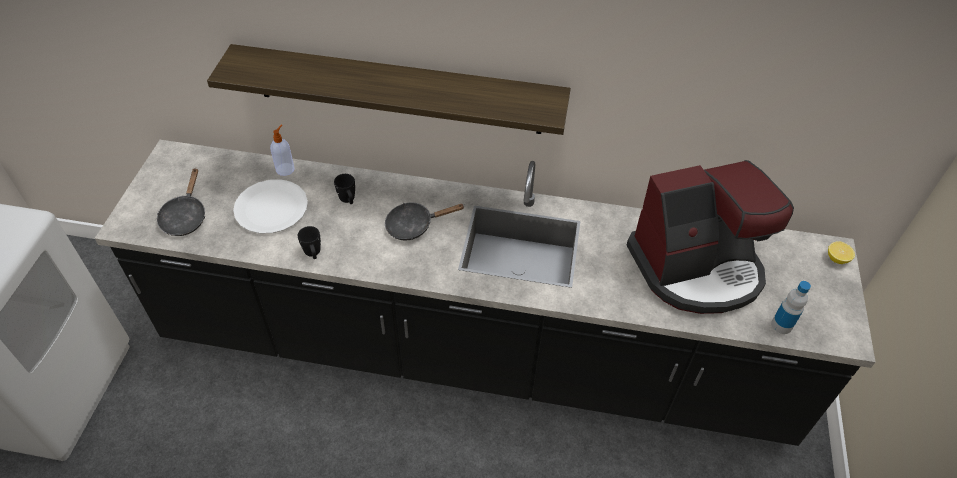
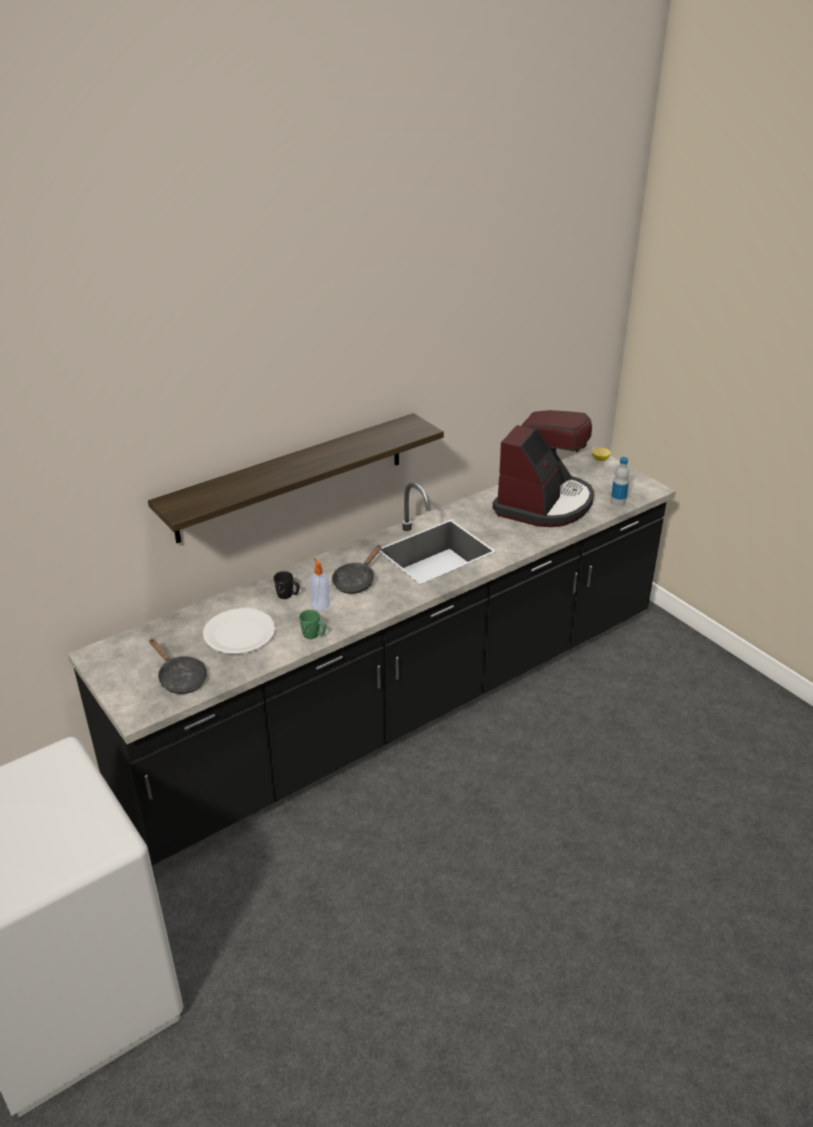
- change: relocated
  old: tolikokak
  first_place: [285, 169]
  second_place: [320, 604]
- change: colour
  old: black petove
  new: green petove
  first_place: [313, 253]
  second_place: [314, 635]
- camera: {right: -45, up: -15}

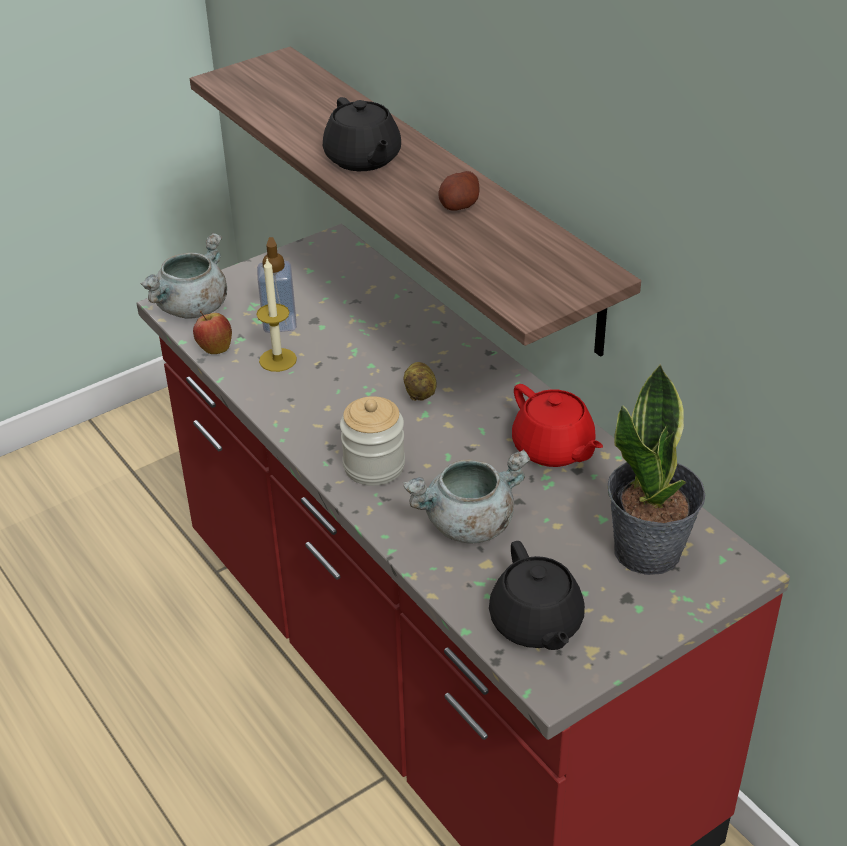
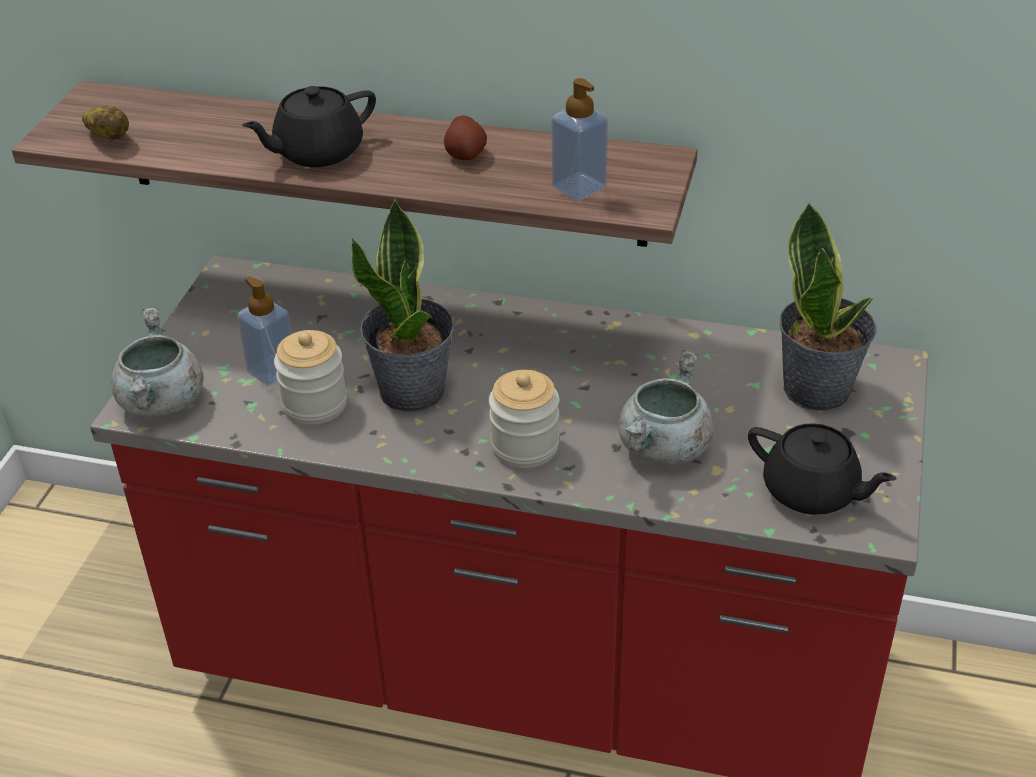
- change: spun
  old: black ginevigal
  first_place: [363, 159]
  second_place: [317, 152]
  degrees: 120
- change: exchanged
  old: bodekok
  new: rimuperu
  first_place: [278, 360]
  second_place: [315, 404]
- change: missing
  old: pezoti
  first_place: [214, 348]
- change: relocated
  old: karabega
  first_place: [421, 393]
  second_place: [109, 138]
- change: missing
  old: red ginevigal
  first_place: [553, 449]
- change: appeared
  new: tolikokak
  second_place: [579, 187]
- change: appeared
  new: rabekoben
  second_place: [413, 390]
- camera: {right: -40, up: 0}

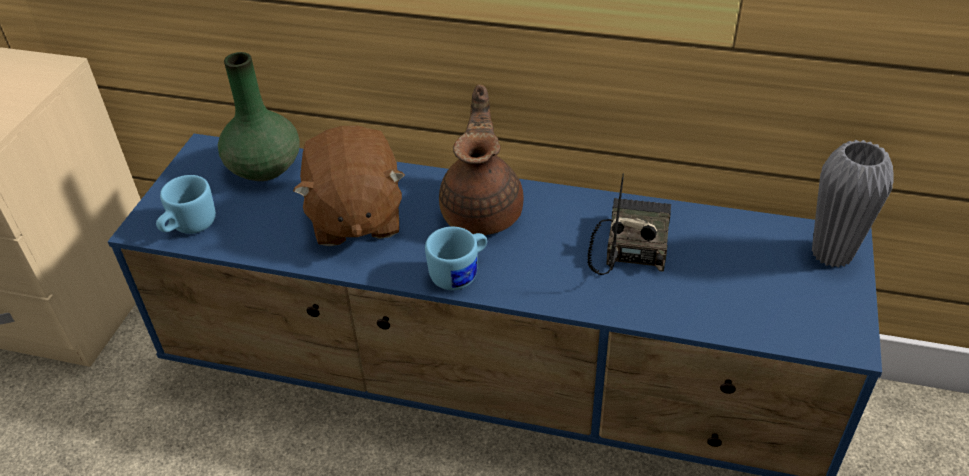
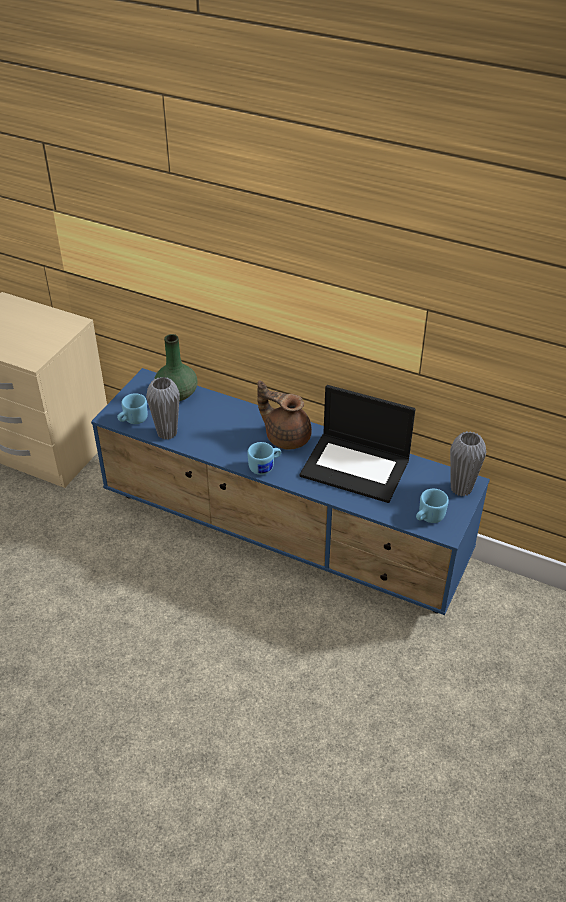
- change: spun
  old: brown ginevigal
  first_place: [483, 211]
  second_place: [286, 436]
  degrees: -75
- change: missing
  old: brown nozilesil
  first_place: [355, 217]
- change: exchanged
  old: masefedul
  new: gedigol
  first_place: [629, 245]
  second_place: [356, 467]
- change: appeared
  new: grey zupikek
  second_place: [167, 433]
- change: appeared
  new: blue petove
  second_place: [428, 517]
- camera: {right: 10, up: 0}

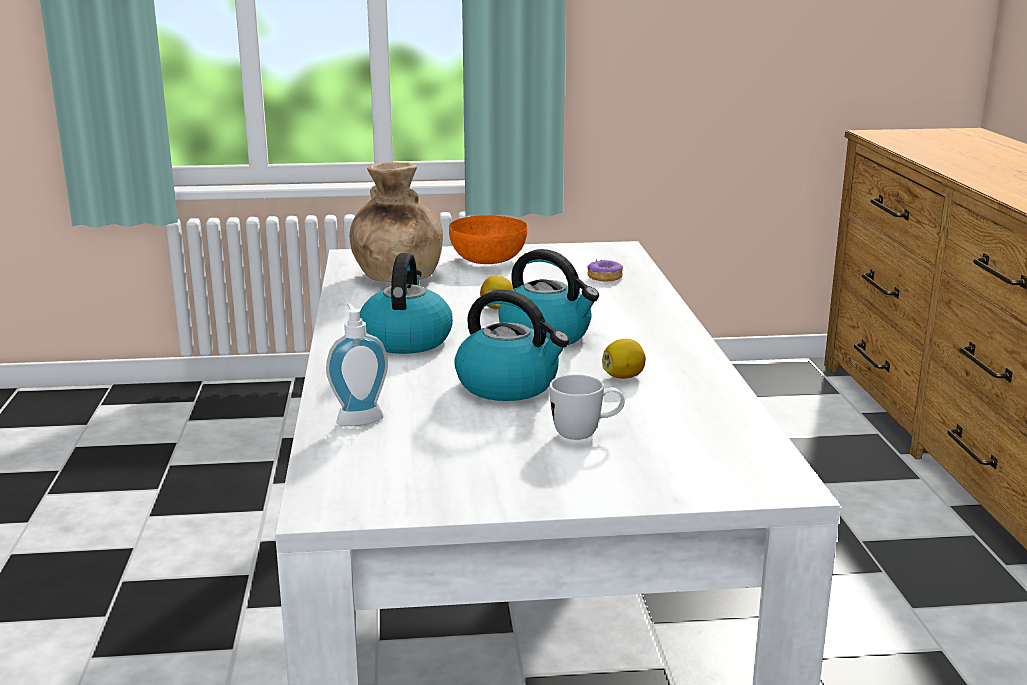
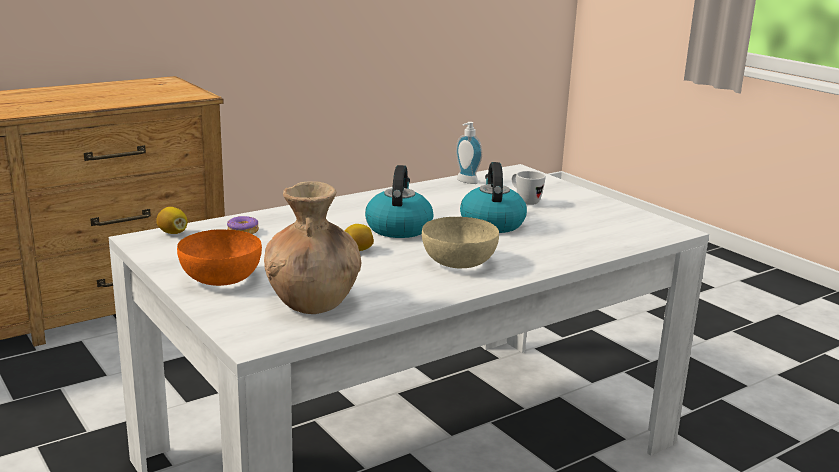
- change: exchanged
  old: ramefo
  new: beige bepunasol
  first_place: [406, 340]
  second_place: [459, 262]
- change: relocated
  old: tolikokak
  first_place: [358, 418]
  second_place: [465, 182]
- change: relocated
  old: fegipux
  first_place: [623, 376]
  second_place: [173, 233]
- camera: {right: -120, up: 0}

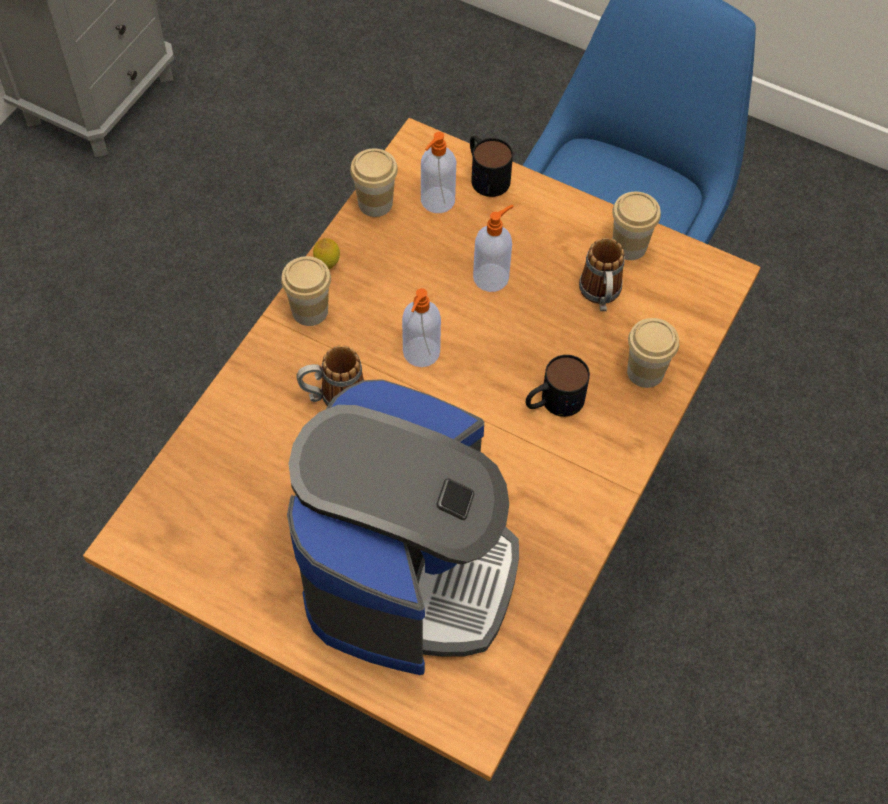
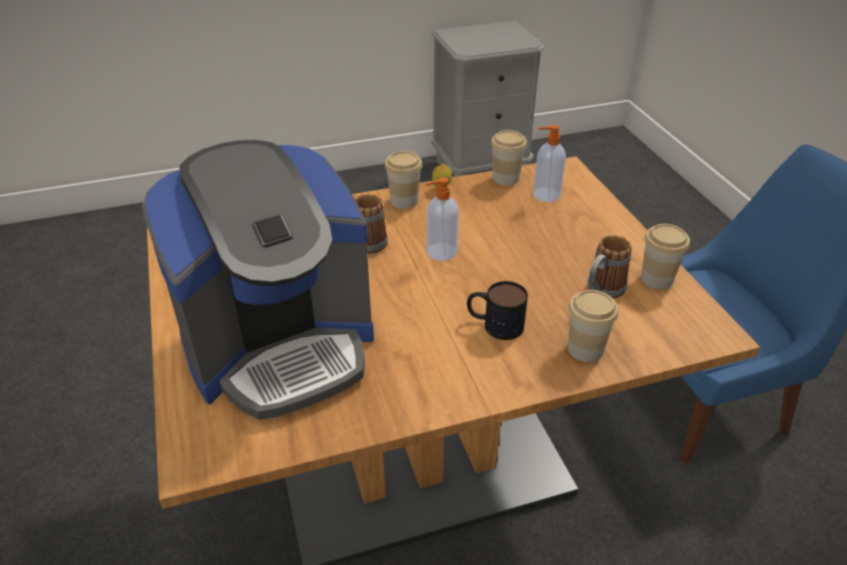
- change: missing
  old: petove
  first_place: [485, 175]
- change: missing
  old: tolikokak
  first_place: [492, 277]
- camera: {right: 45, up: -20}

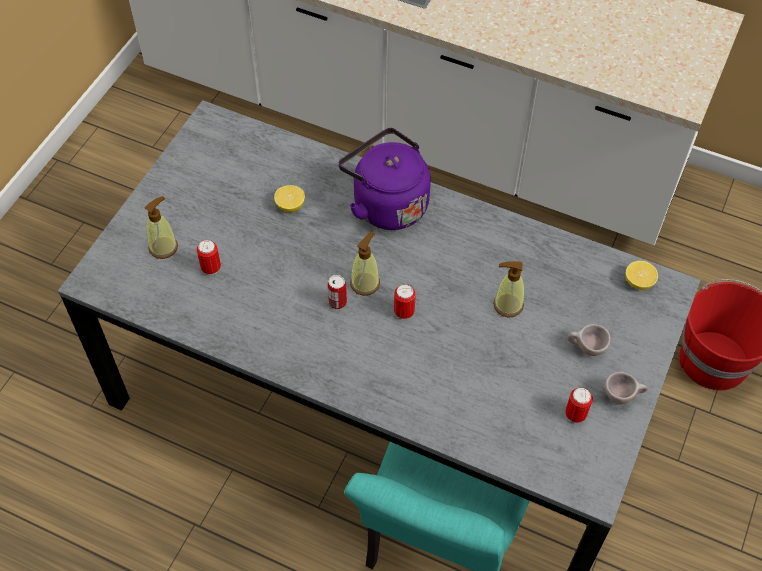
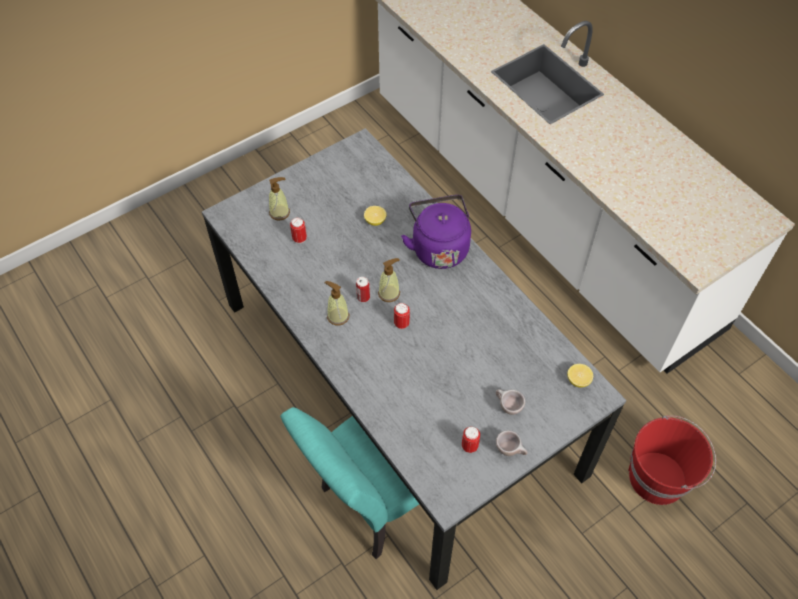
- change: relocated
  old: tolikokak
  first_place: [508, 305]
  second_place: [338, 316]
- camera: {right: 30, up: 0}

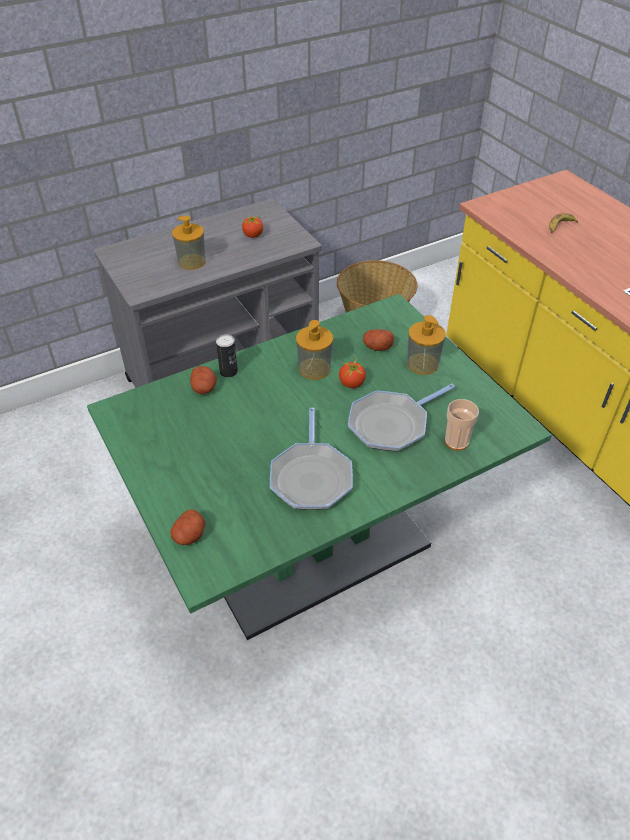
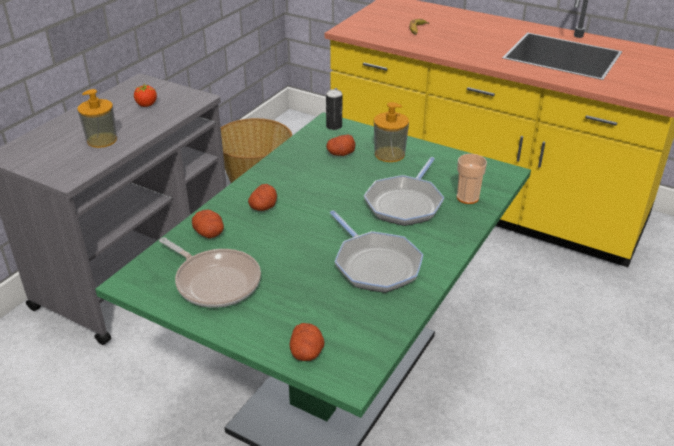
- change: missing
  old: tolikokak
  first_place: [314, 369]
- change: relocated
  old: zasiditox
  first_place: [228, 371]
  second_place: [334, 126]
- change: missing
  old: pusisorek
  first_place: [351, 383]
- change: appeared
  new: karabega
  second_place: [263, 207]
- change: appeared
  new: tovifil
  second_place: [215, 281]
- camera: {right: -30, up: -10}

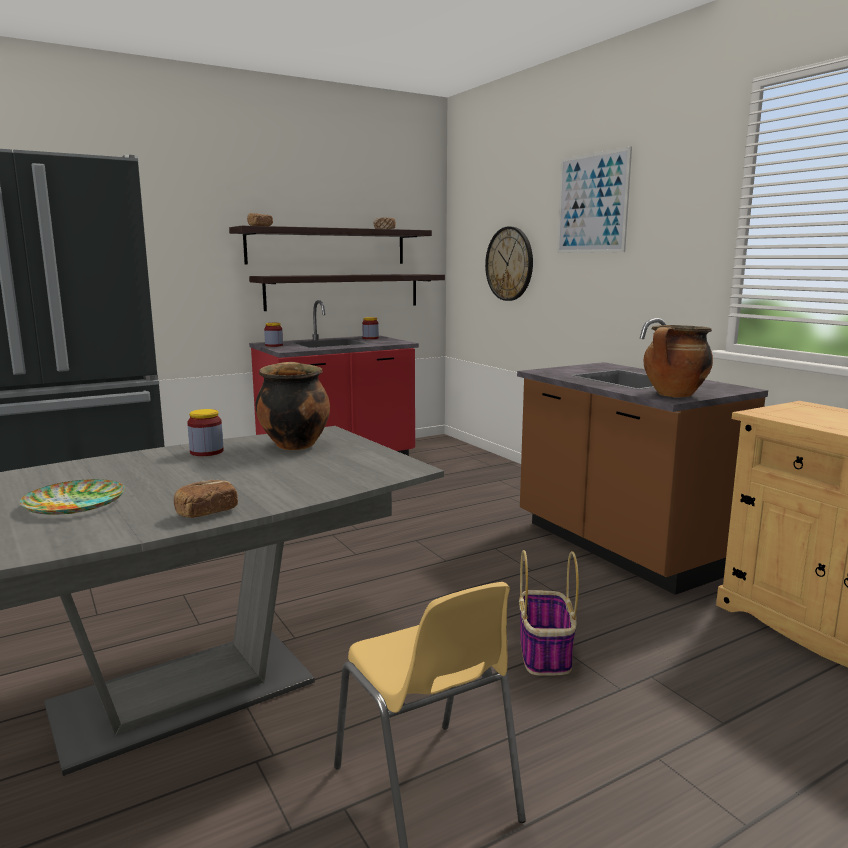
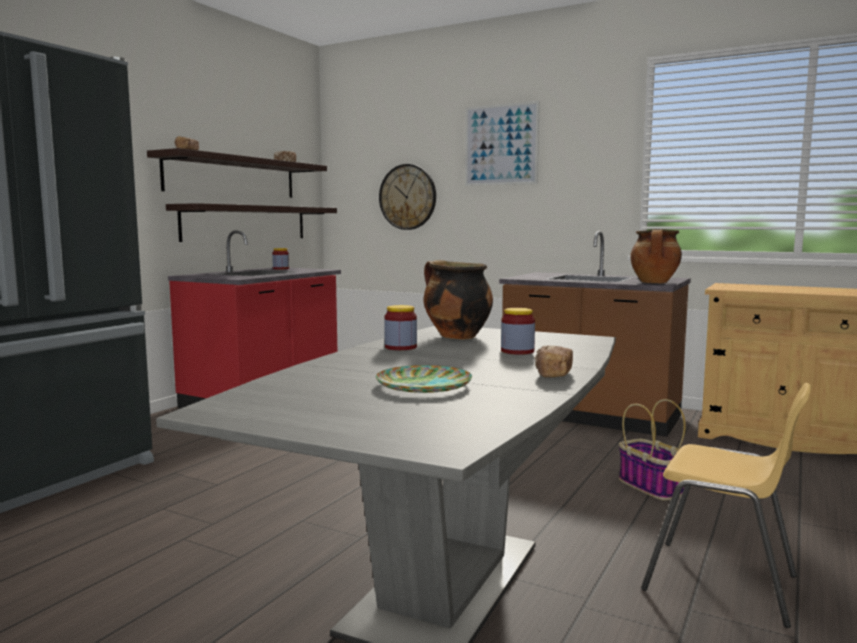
- change: relocated
  old: rimuperu
  first_place: [274, 345]
  second_place: [517, 351]
- camera: {right: -30, up: -5}

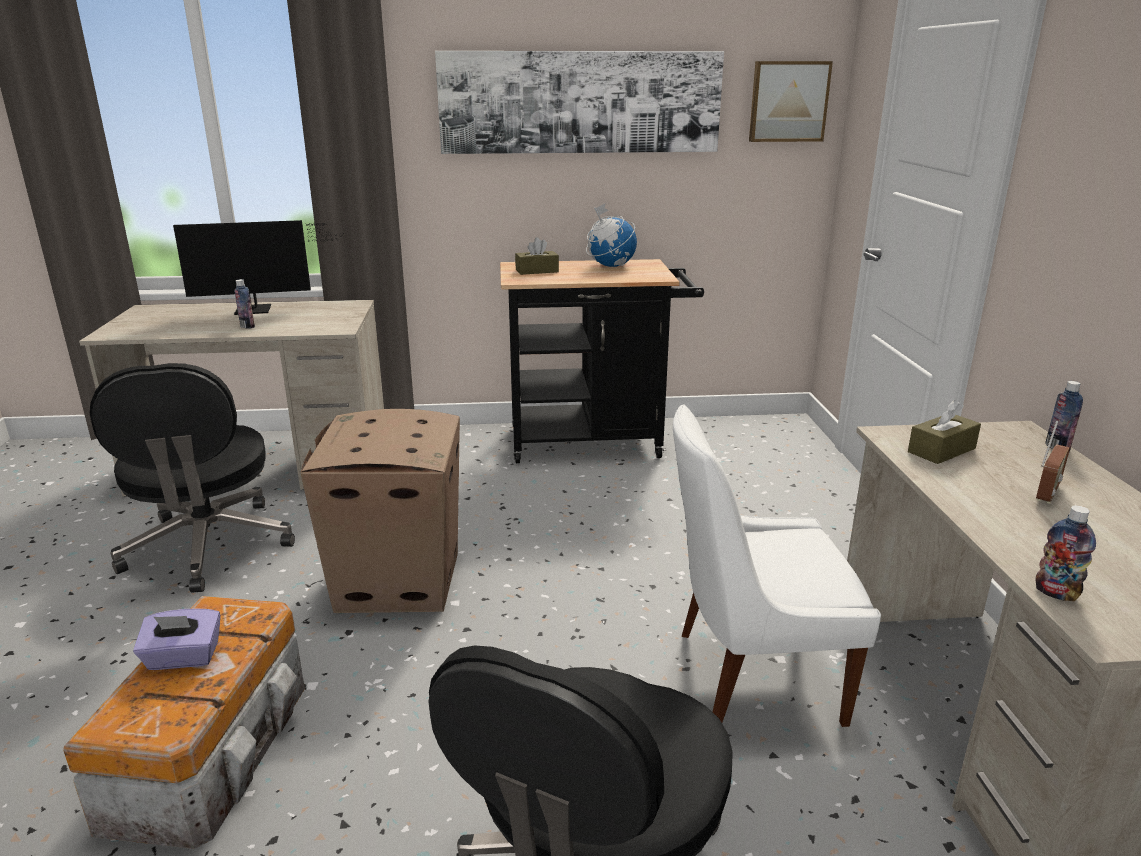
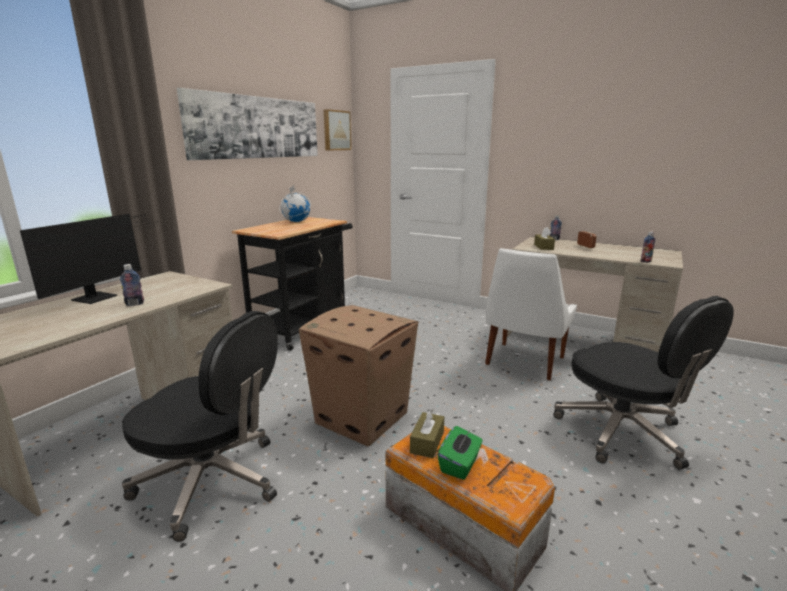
- change: relocated
  old: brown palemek
  first_place: [537, 271]
  second_place: [427, 442]
- change: colour
  old: purple palemek
  new: green palemek
  first_place: [183, 658]
  second_place: [460, 465]
- camera: {right: -55, up: -5}

